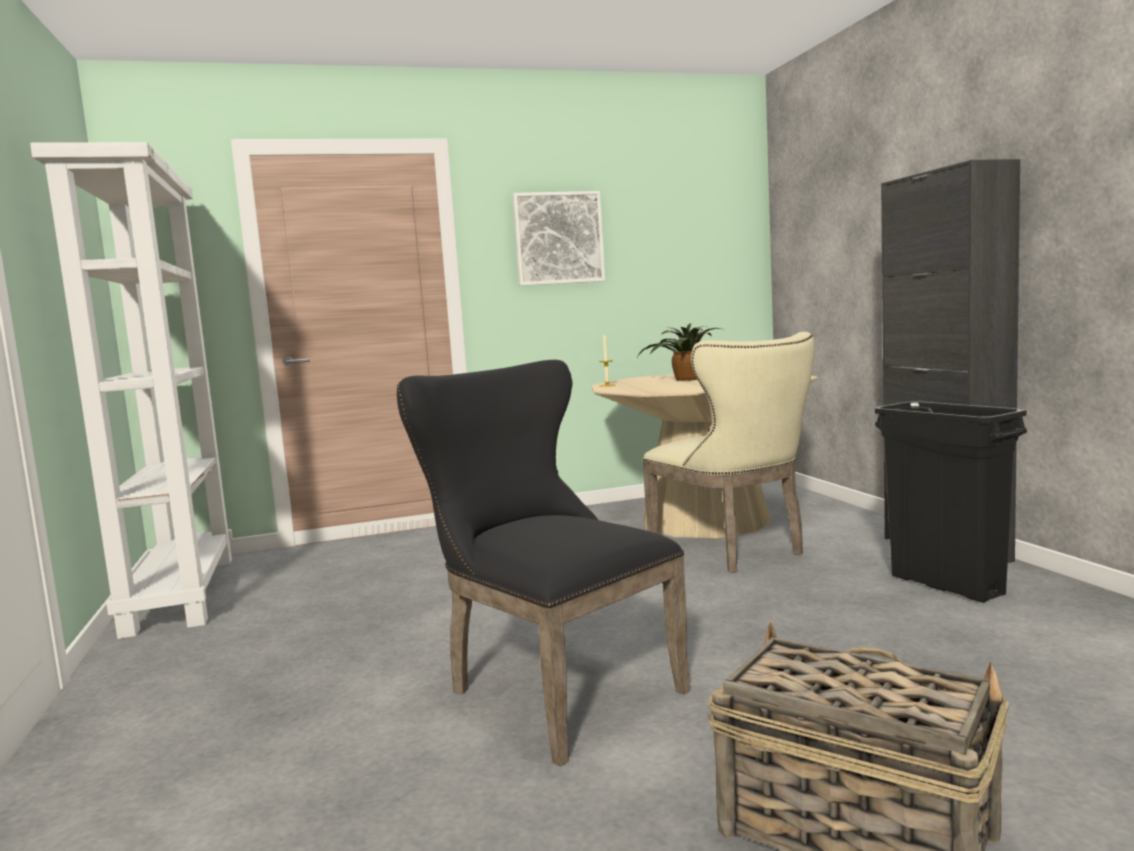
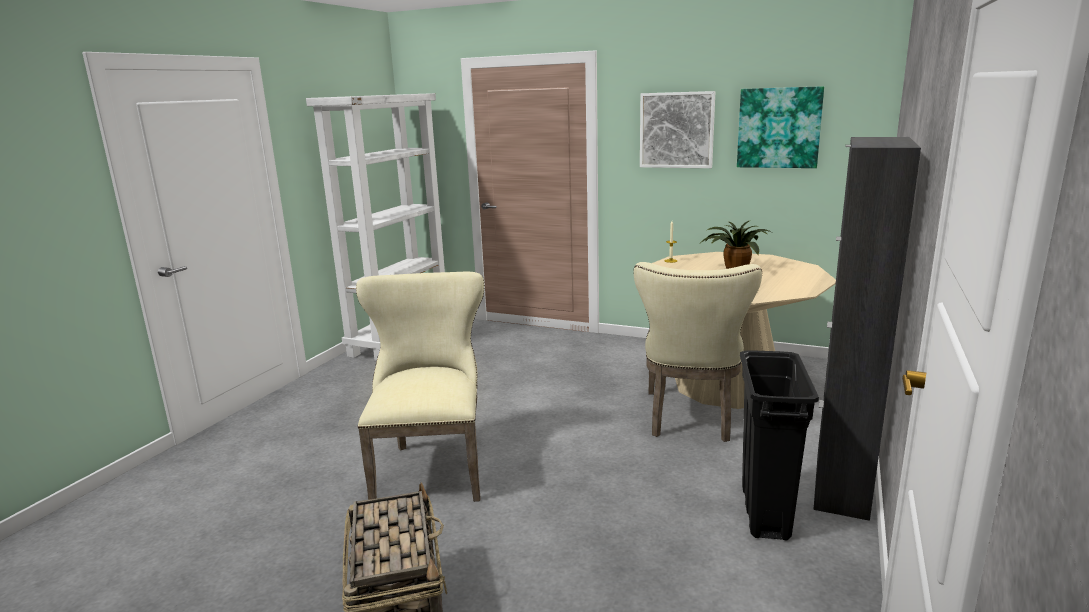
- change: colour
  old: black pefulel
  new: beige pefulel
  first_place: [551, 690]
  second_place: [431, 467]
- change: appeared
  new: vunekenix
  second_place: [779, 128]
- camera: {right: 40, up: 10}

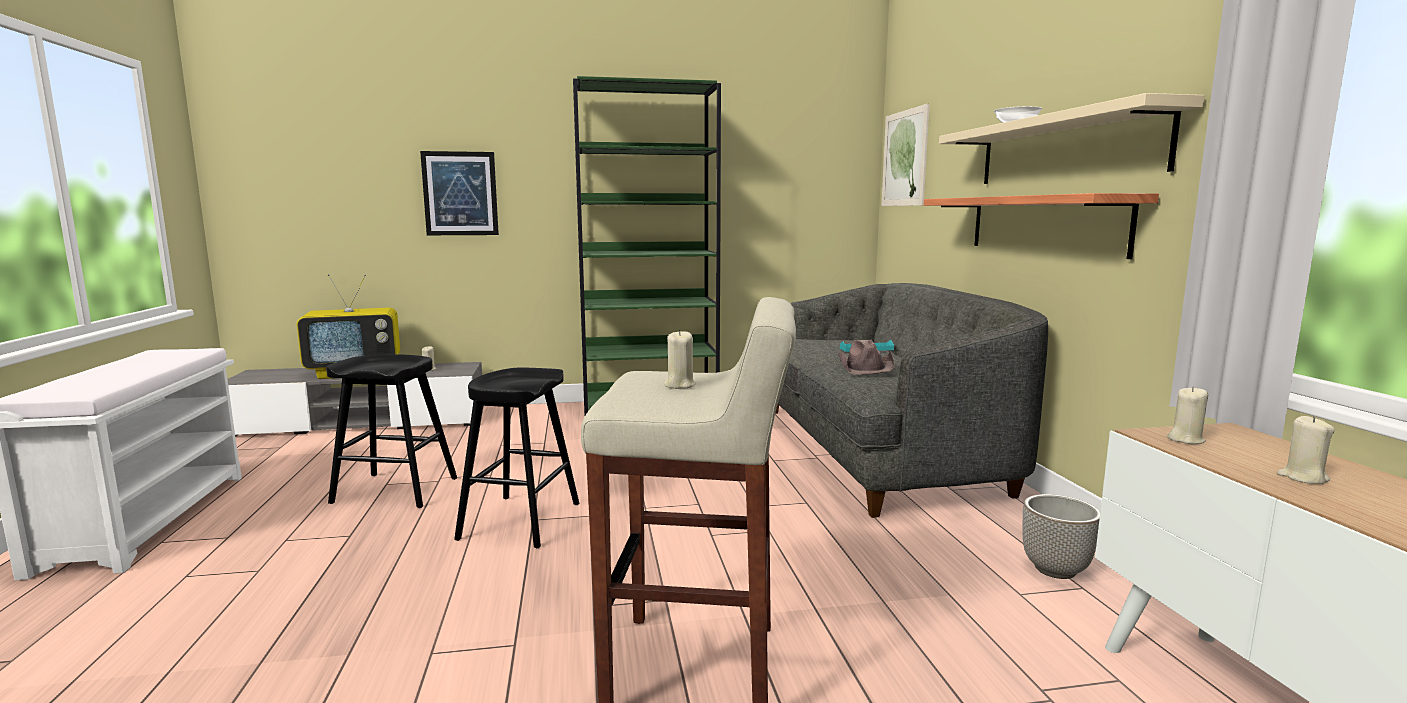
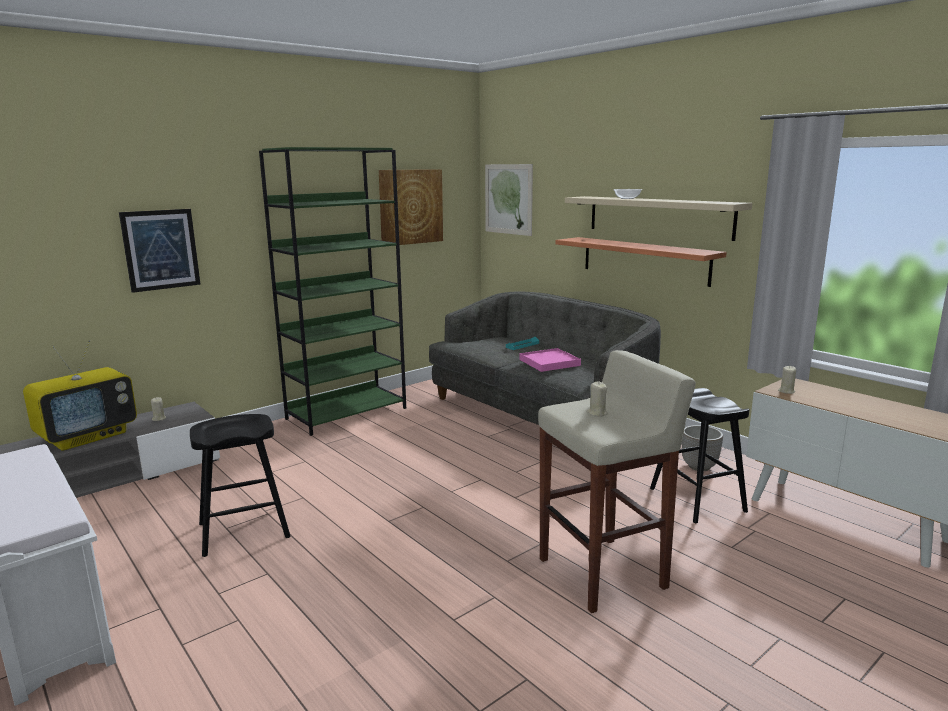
- change: exchanged
  old: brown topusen
  new: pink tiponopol
  first_place: [866, 367]
  second_place: [549, 362]
- change: relocated
  old: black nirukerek
  first_place: [520, 521]
  second_place: [697, 500]
- change: missing
  old: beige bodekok
  first_place: [1302, 477]
- change: appeared
  new: vunekenix
  second_place: [410, 207]
- camera: {right: -30, up: 5}

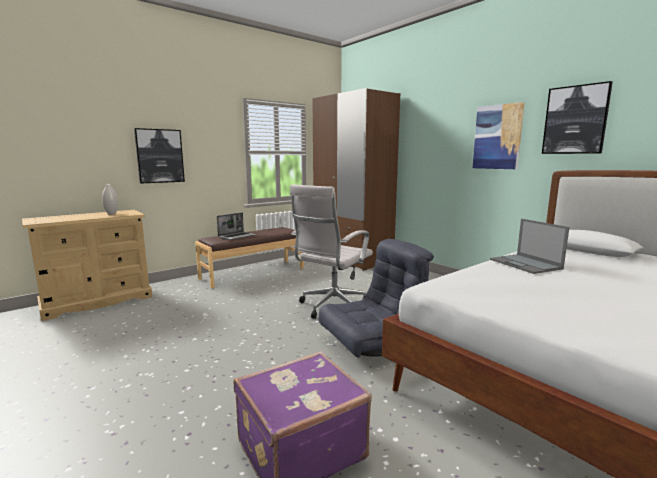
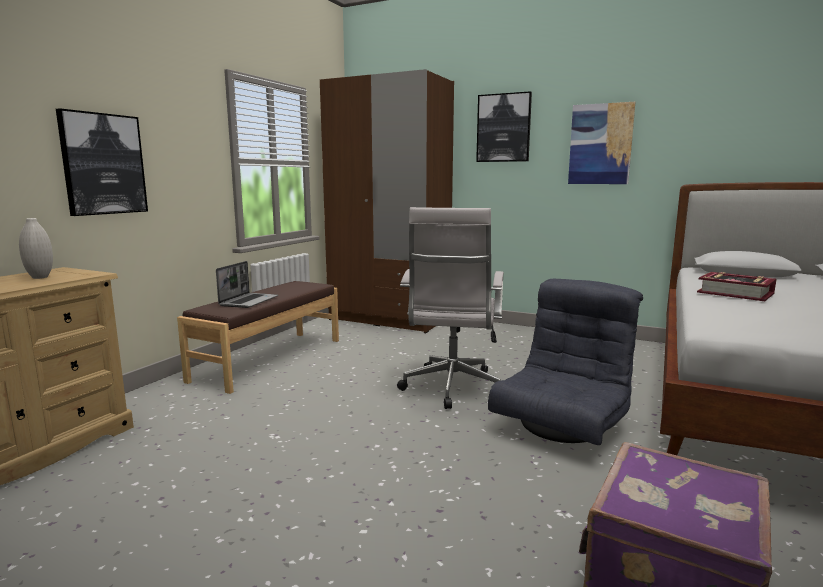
- change: relocated
  old: vunekenix
  first_place: [575, 120]
  second_place: [503, 128]
- change: exchanged
  old: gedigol
  new: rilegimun
  first_place: [526, 264]
  second_place: [735, 293]
- camera: {right: -25, up: 0}

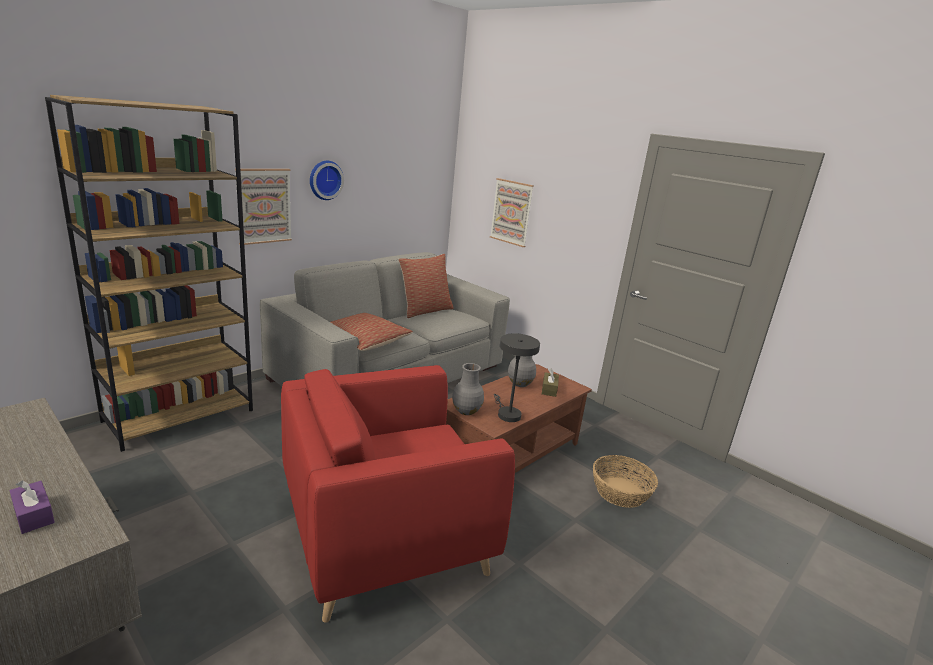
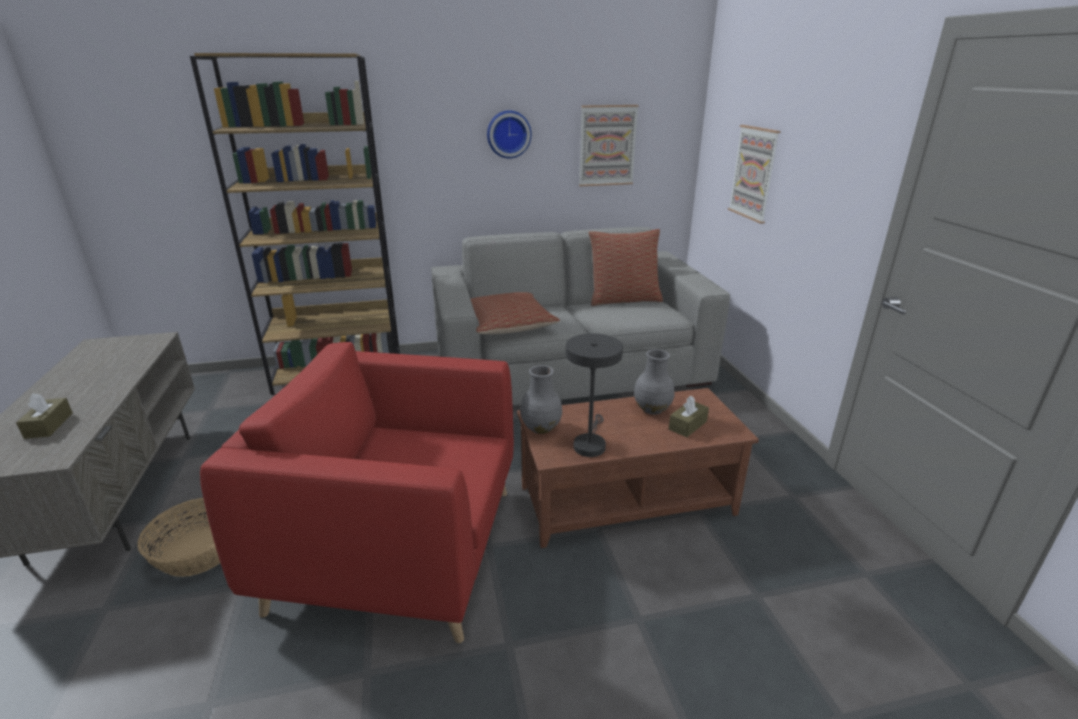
- change: relocated
  old: vunekenix
  first_place: [264, 206]
  second_place: [607, 146]
- change: relocated
  old: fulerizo
  first_place: [620, 492]
  second_place: [200, 550]
- change: colour
  old: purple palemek
  new: brown palemek
  first_place: [34, 515]
  second_place: [49, 425]
- camera: {right: 35, up: 5}

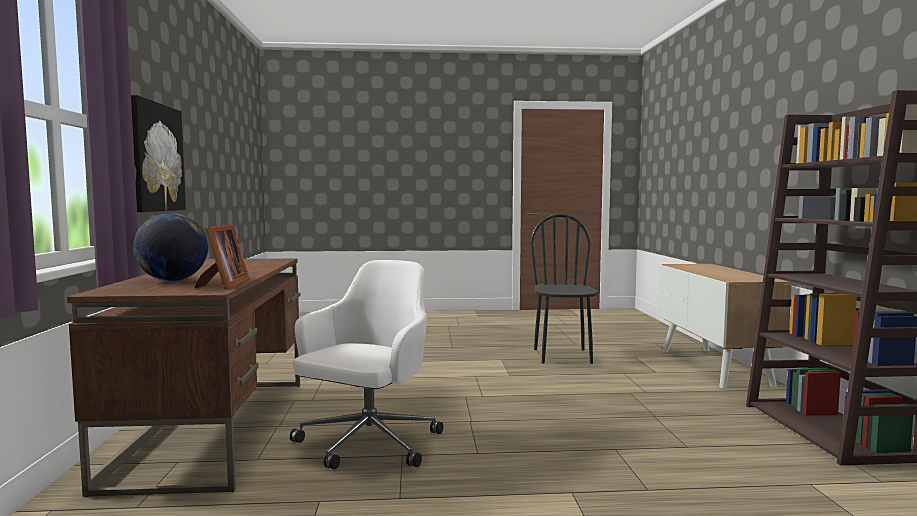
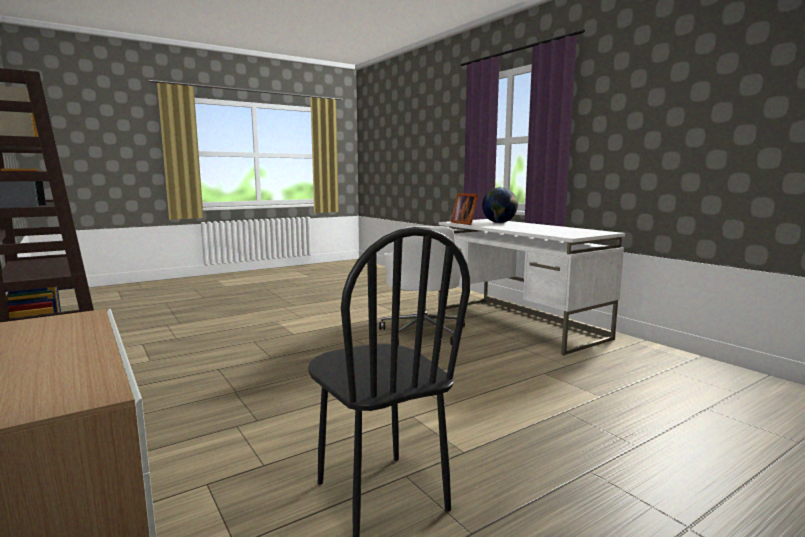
- change: missing
  old: vunekenix
  first_place: [156, 157]
- change: colour
  old: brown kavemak
  new: white kavemak
  first_place: [216, 428]
  second_place: [518, 324]
- camera: {right: 150, up: 5}

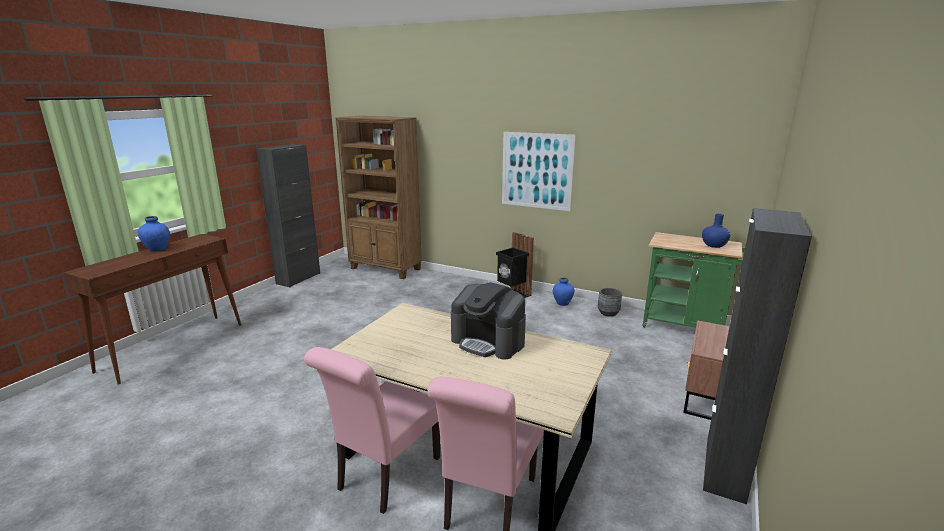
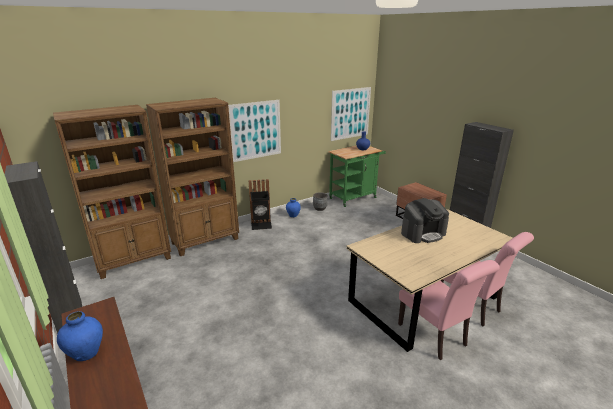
- change: appeared
  new: vunekenix
  second_place: [350, 113]
- change: appeared
  new: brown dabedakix
  second_place: [206, 241]
- camera: {right: -60, up: 5}

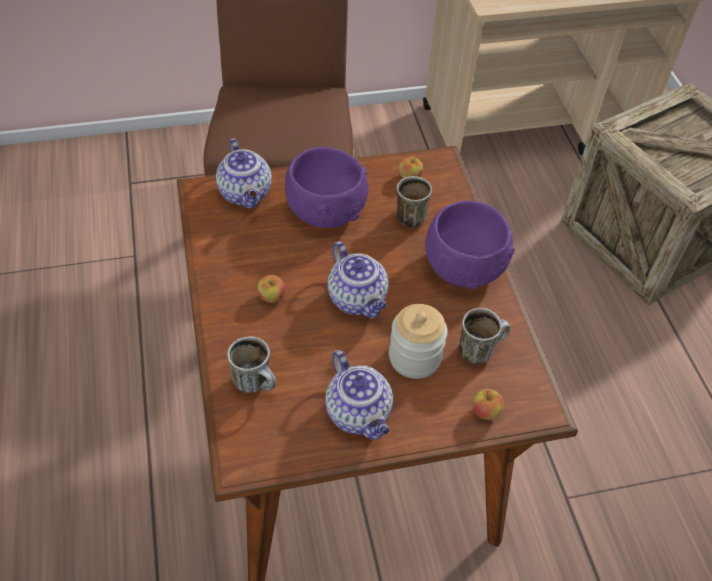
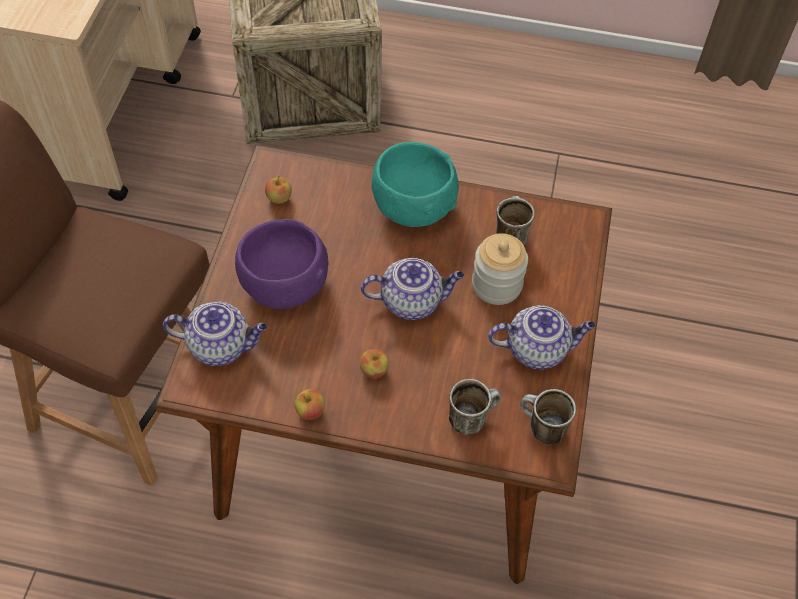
- change: relocated
  old: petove
  first_place: [410, 214]
  second_place: [541, 429]
- change: colour
  old: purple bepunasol
  new: turquoise bepunasol
  first_place: [465, 266]
  second_place: [413, 204]
- change: relocated
  old: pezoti
  first_place: [485, 412]
  second_place: [310, 411]
- camera: {right: -65, up: 5}

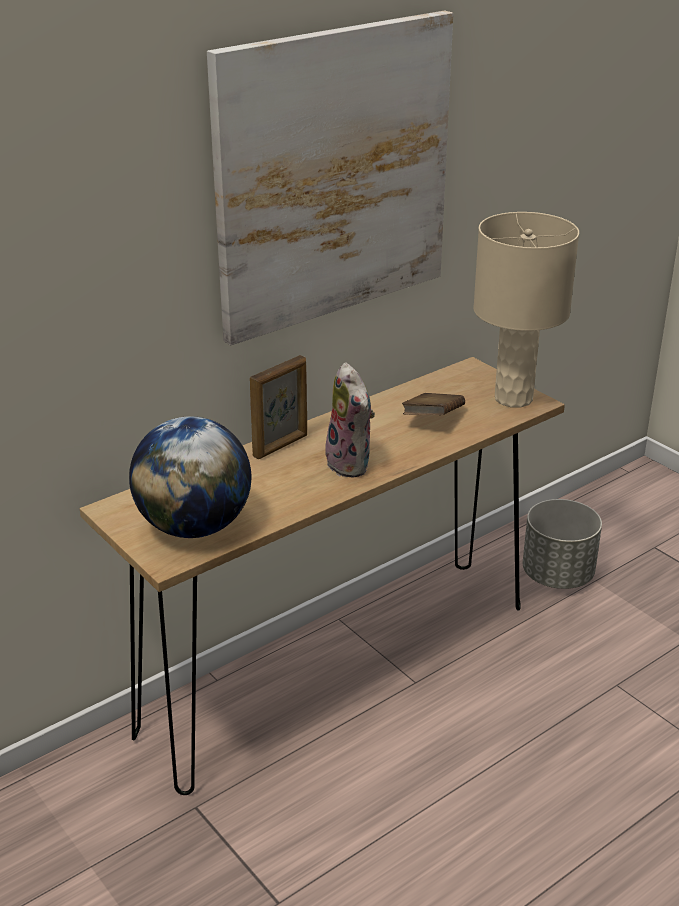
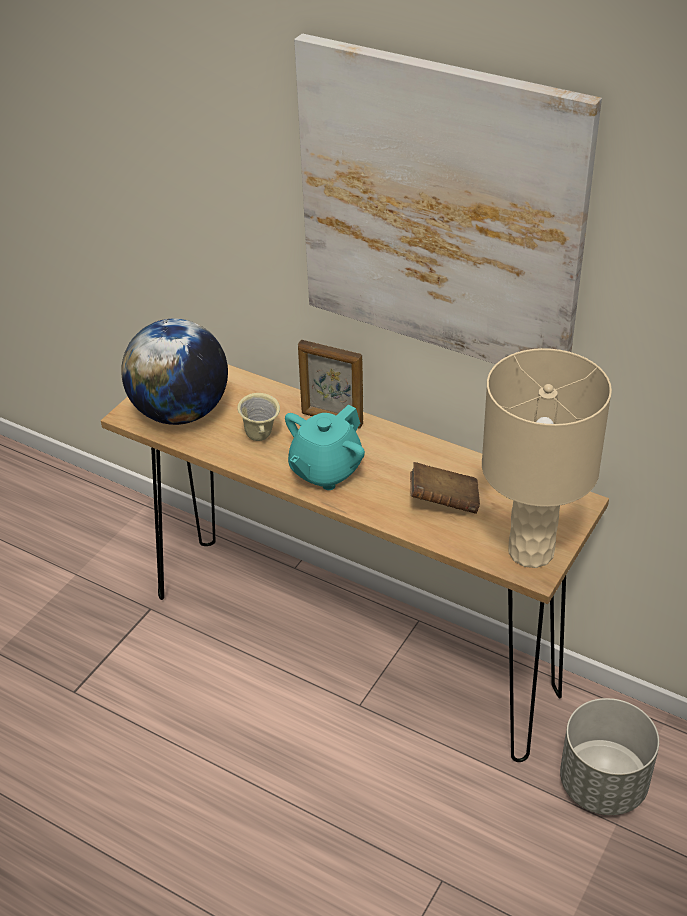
- change: exchanged
  old: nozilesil
  new: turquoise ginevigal
  first_place: [352, 464]
  second_place: [325, 471]
- change: appeared
  new: beige petove
  second_place: [261, 437]
- camera: {right: 70, up: 10}

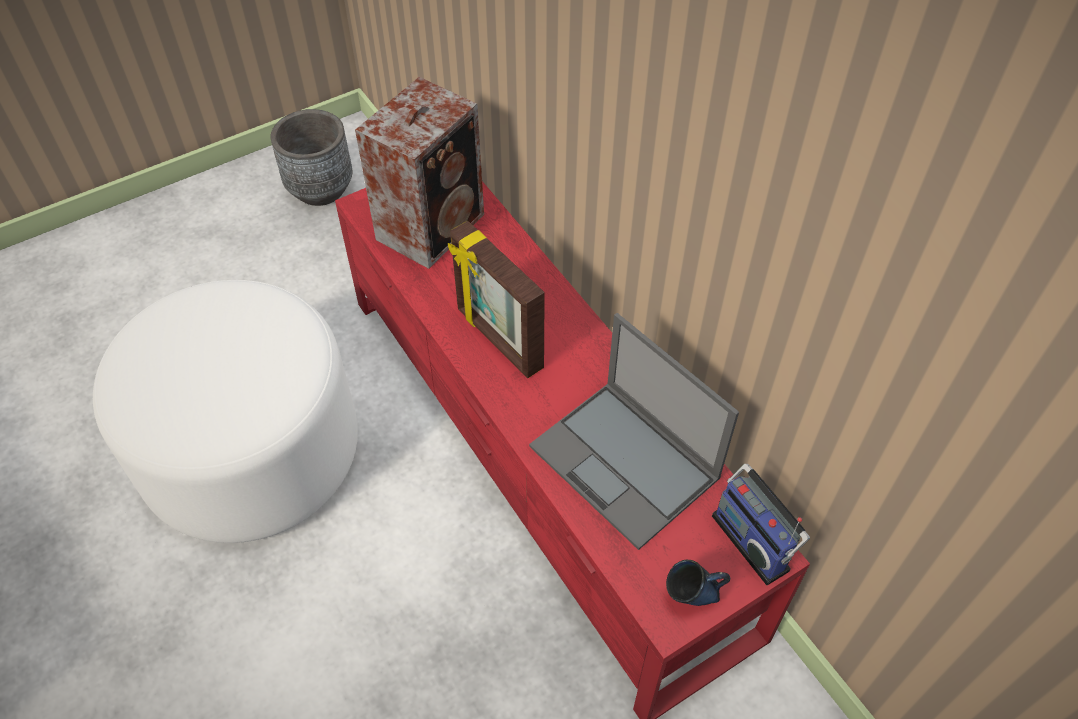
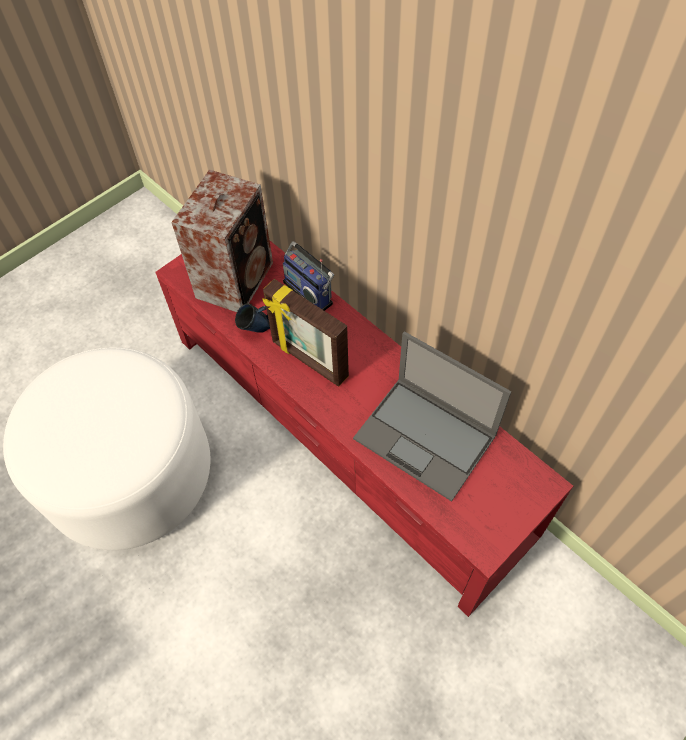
- change: missing
  old: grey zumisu
  first_place: [321, 189]
- change: relocated
  old: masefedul
  first_place: [754, 540]
  second_place: [310, 291]
- change: relocated
  old: blue petove
  first_place: [693, 598]
  second_place: [256, 330]
- camera: {right: -10, up: 5}

